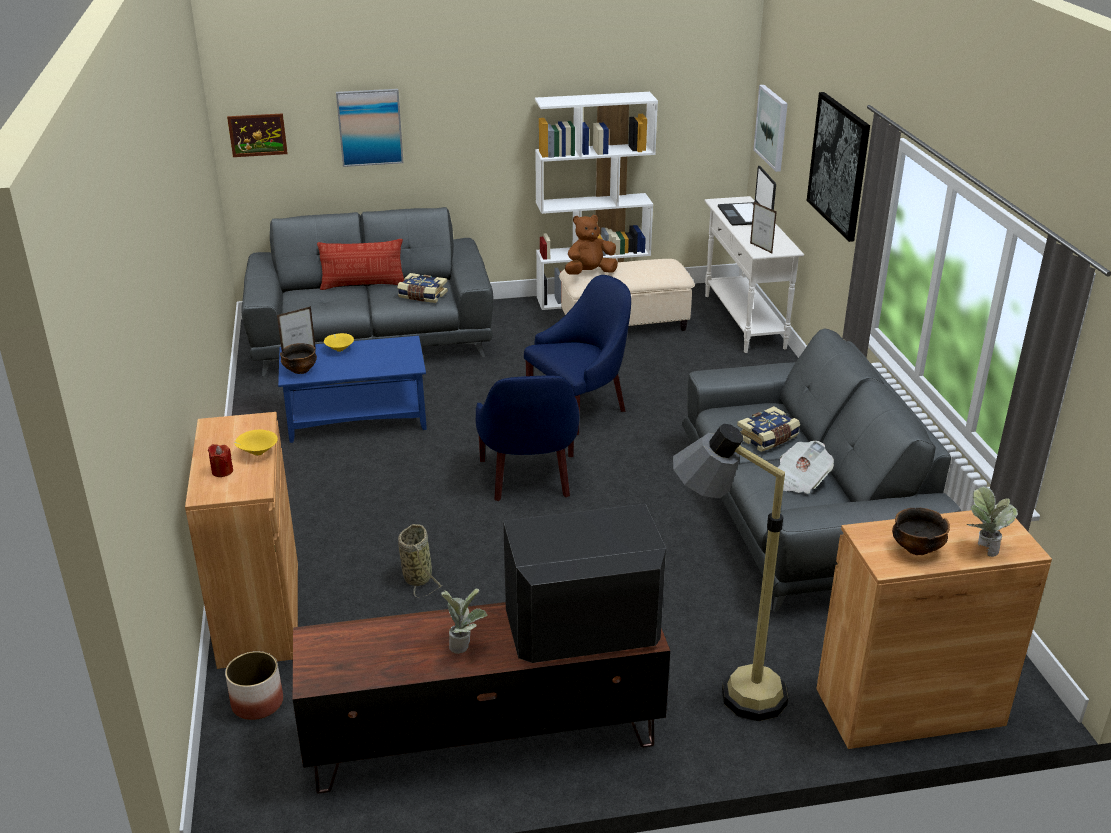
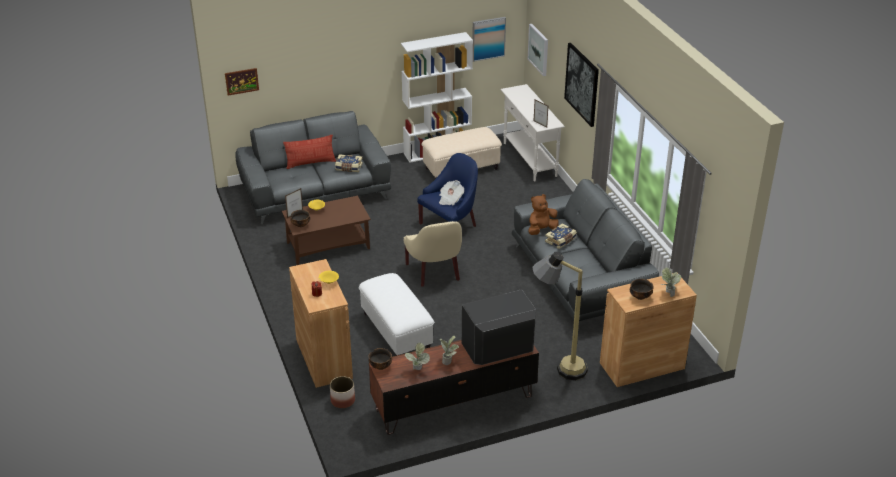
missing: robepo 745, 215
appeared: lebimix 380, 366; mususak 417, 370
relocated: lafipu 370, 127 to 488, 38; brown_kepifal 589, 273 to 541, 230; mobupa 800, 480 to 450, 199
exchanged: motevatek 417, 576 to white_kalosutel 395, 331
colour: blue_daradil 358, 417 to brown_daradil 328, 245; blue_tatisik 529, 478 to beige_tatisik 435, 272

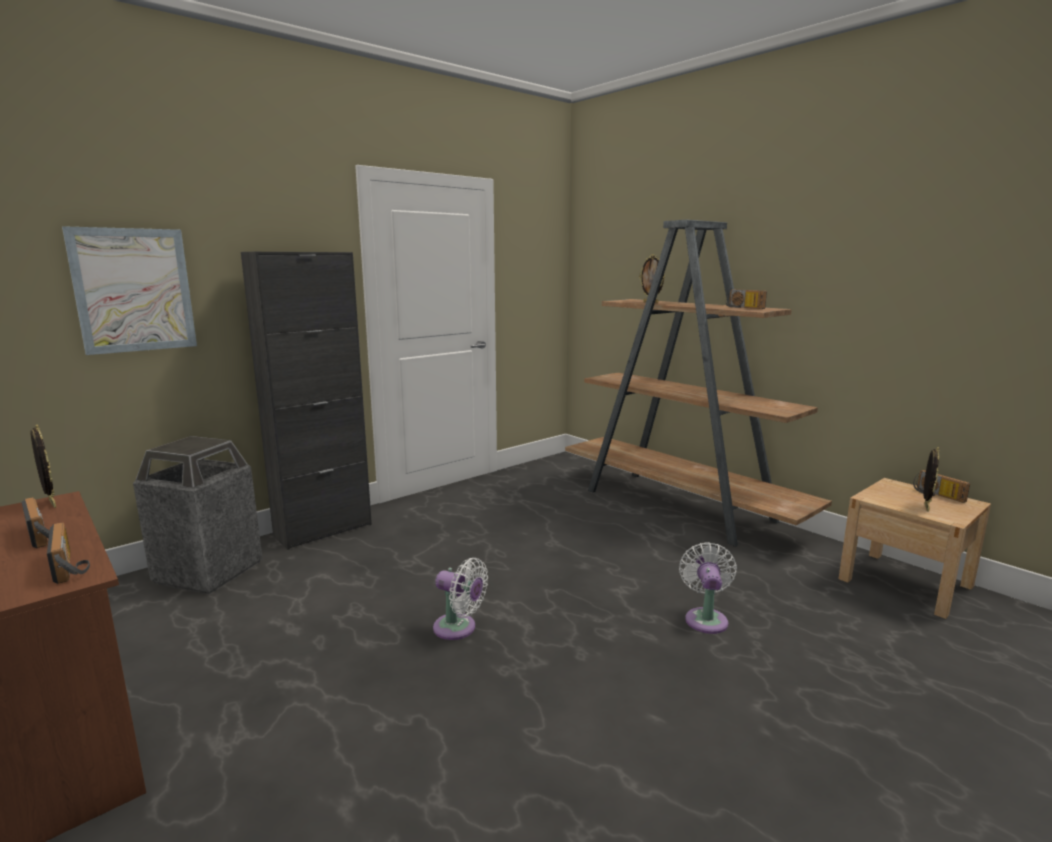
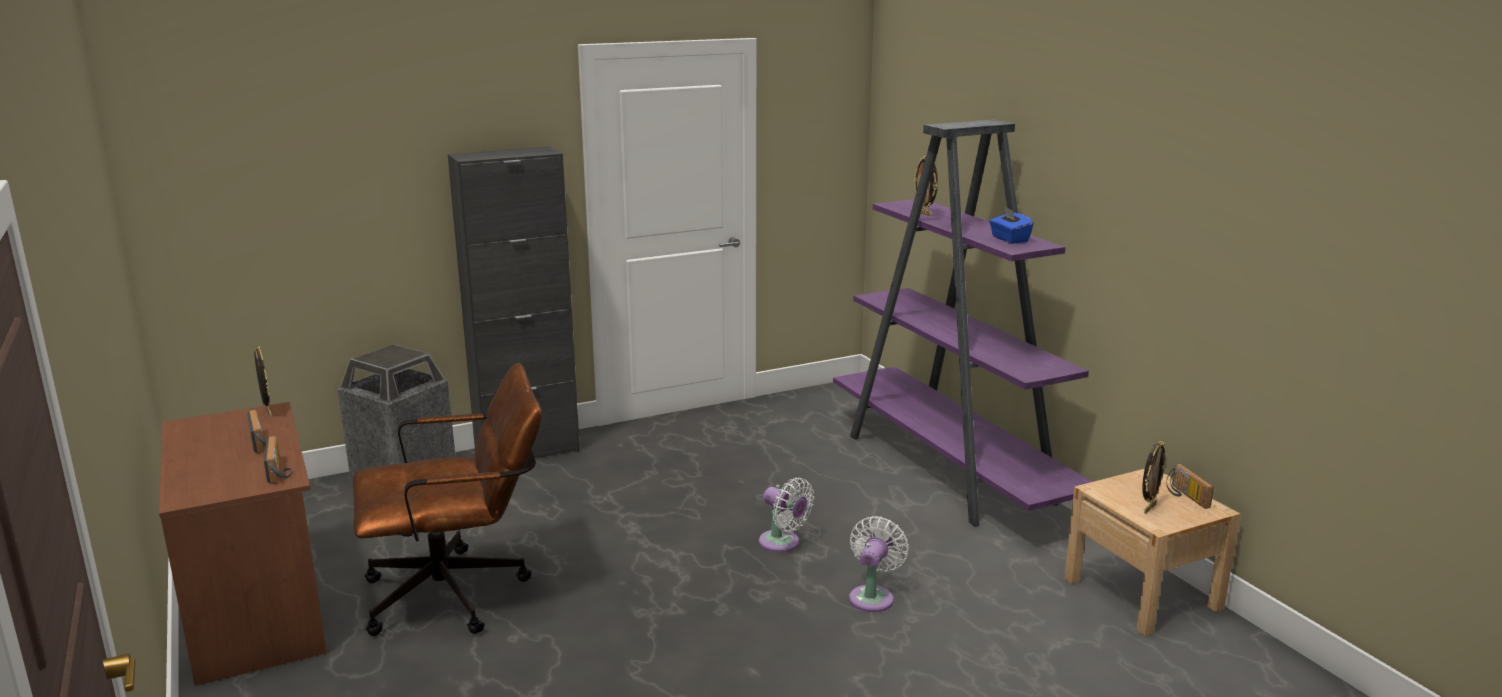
missing: lafipu 134, 290
appeared: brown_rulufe 460, 593
relocated: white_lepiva 458, 628 to 782, 543
exchanged: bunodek 743, 307 to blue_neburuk 1009, 239
colour: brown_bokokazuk 680, 506 to purple_bokokazuk 950, 470

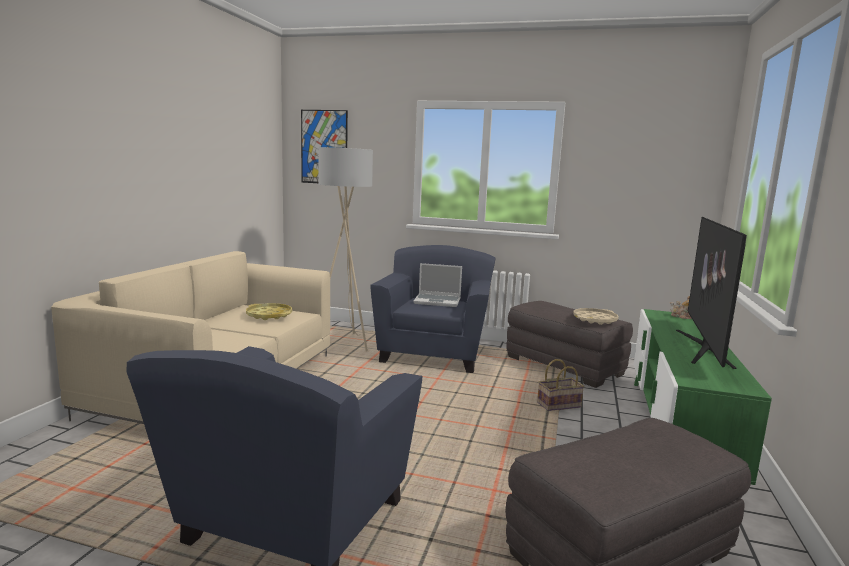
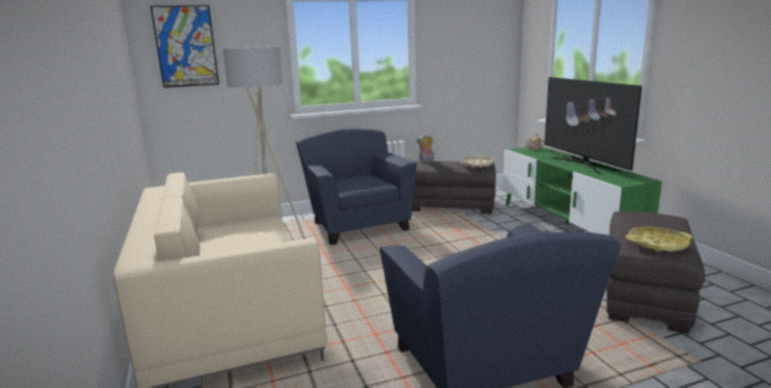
missing: robepo 438, 301; motevatek 559, 404
appeared: kepifal 426, 162
relocated: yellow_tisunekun 269, 315 to 657, 244

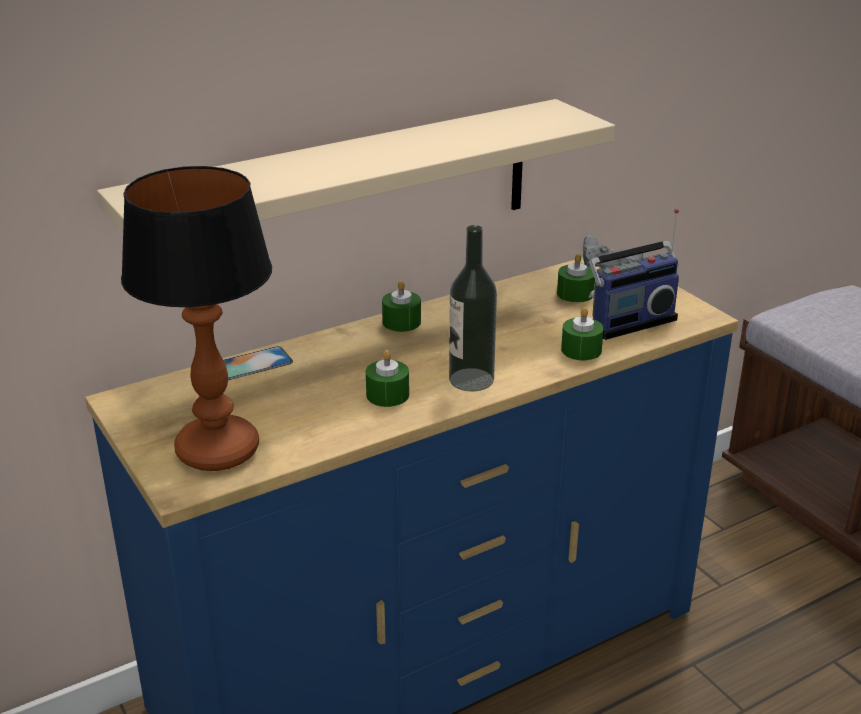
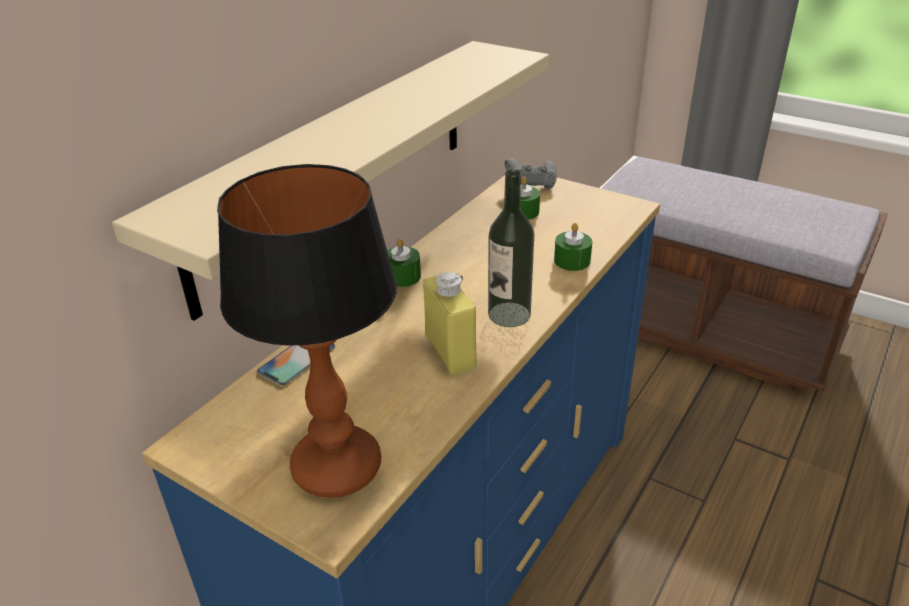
missing: bunodek 629, 322
exchanged: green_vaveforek 387, 395 to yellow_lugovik 450, 352

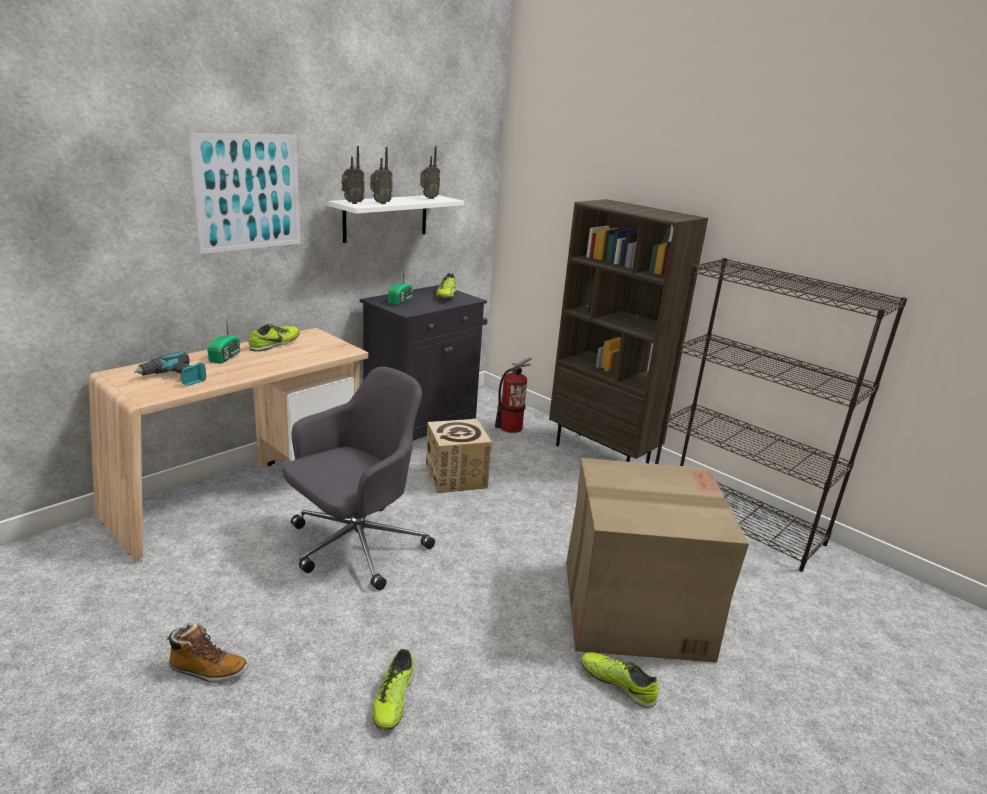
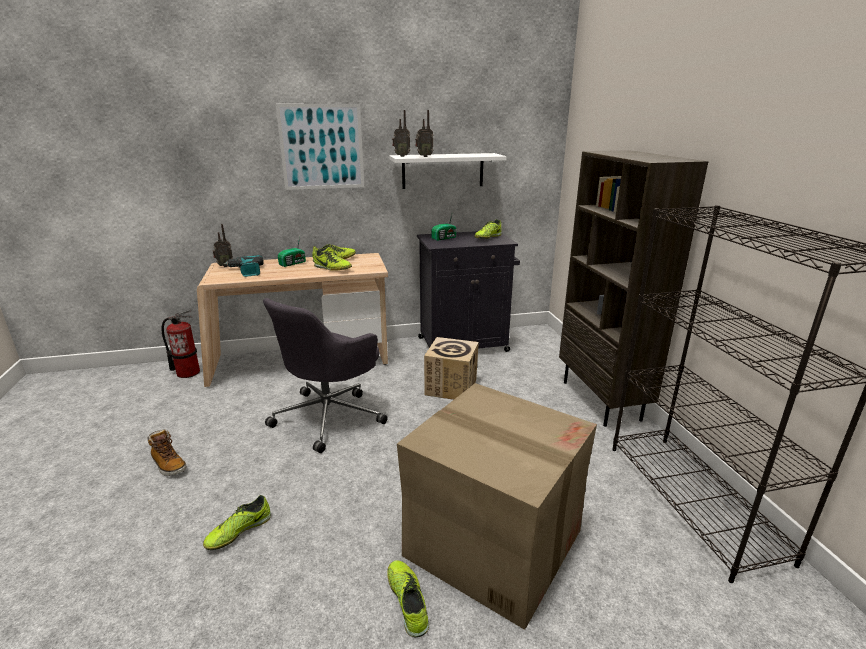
appeared: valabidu 332, 269
relocated: bunodek 428, 198 to 225, 266; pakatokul 510, 427 to 188, 372
spun: grey_rulufe 355, 546 = 329, 416 135 degrees clockwise

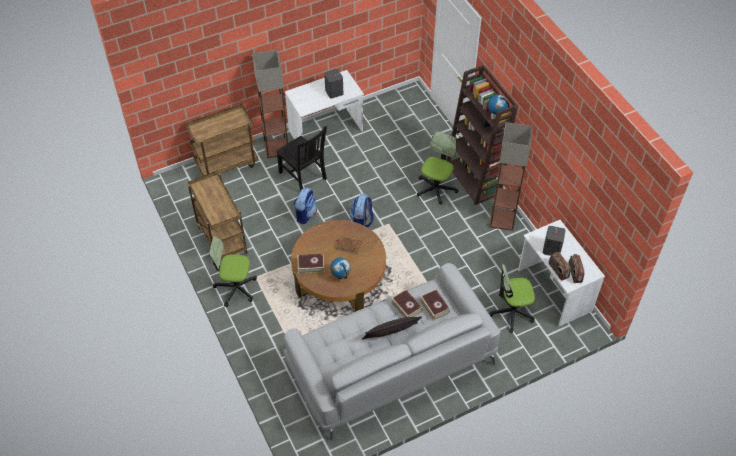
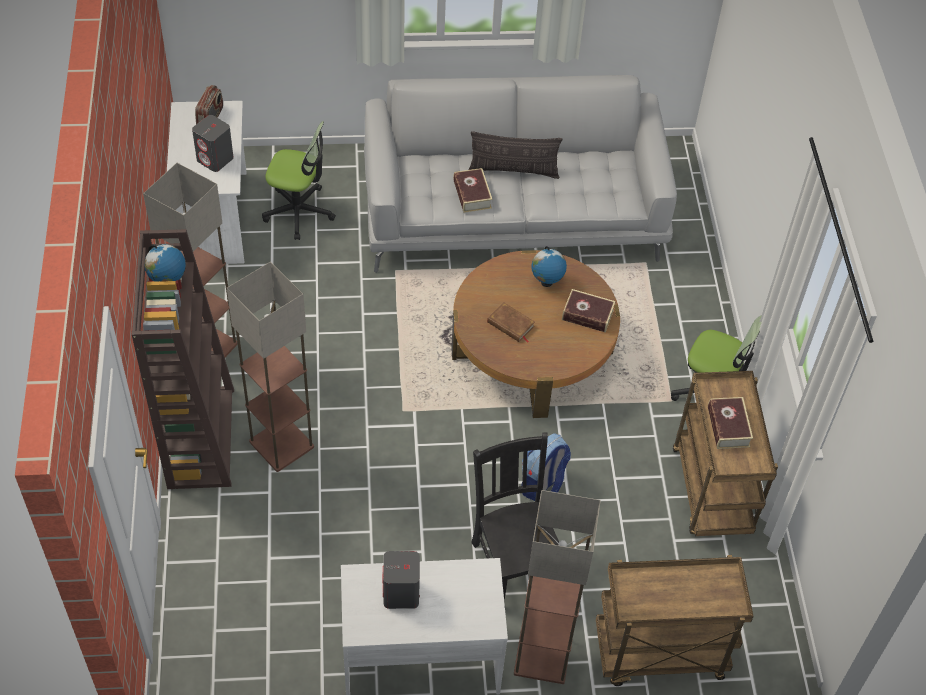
missing: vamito 362, 222; bunodek 558, 271
relocated: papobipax 434, 306 to 728, 427
exchanged: rulufe 436, 189 to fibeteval 280, 444

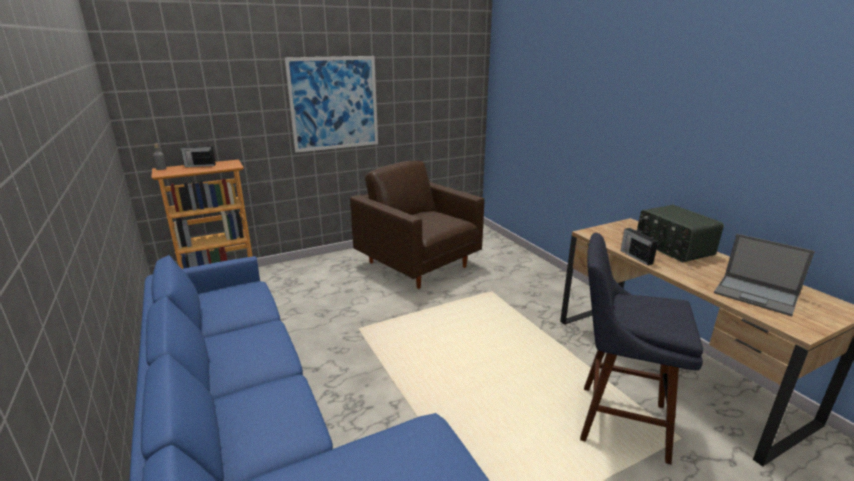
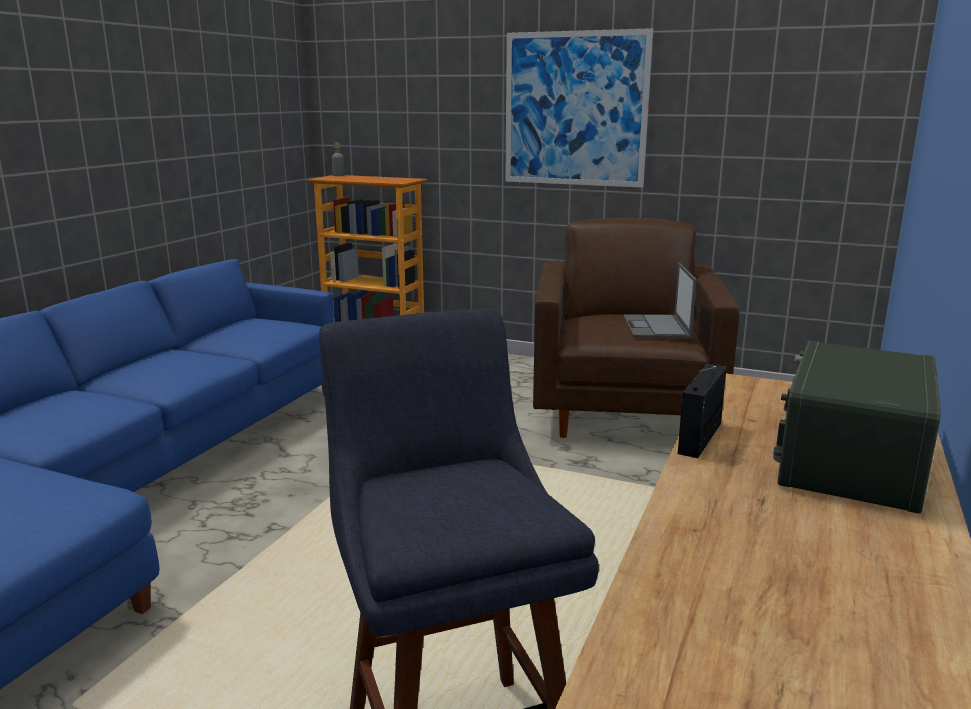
missing: bunodek 199, 165
relocated: robepo 756, 295 to 656, 327

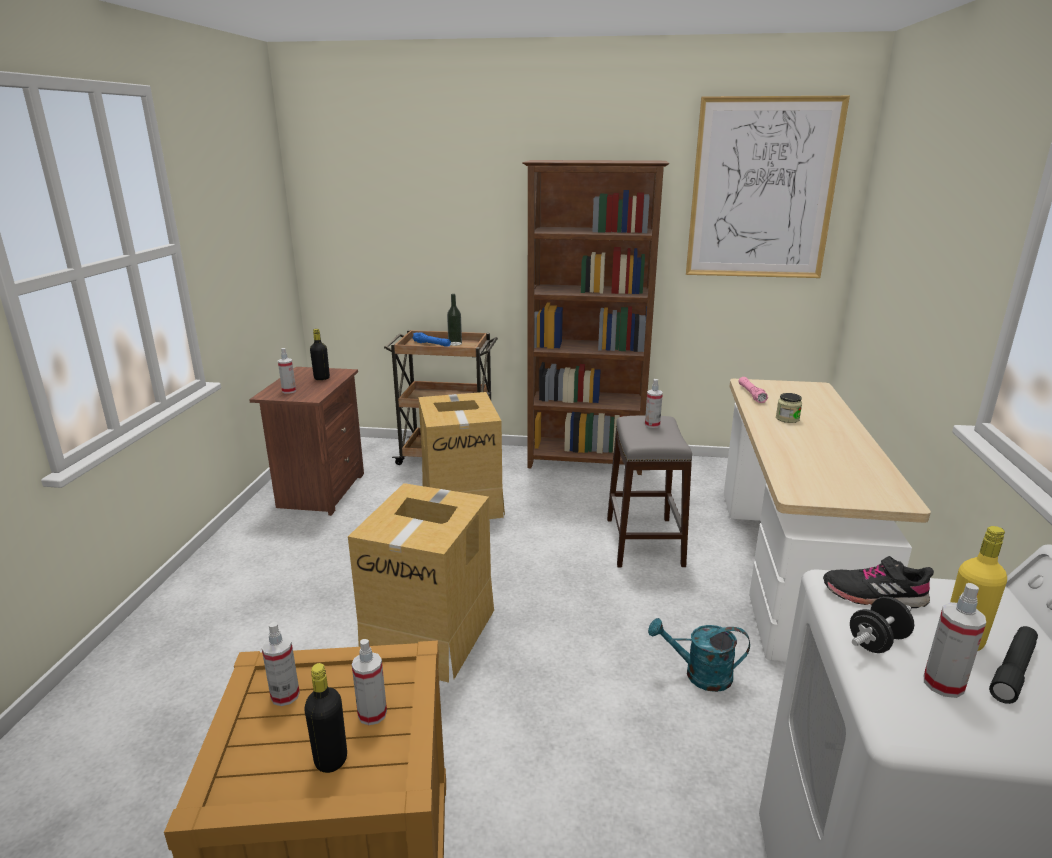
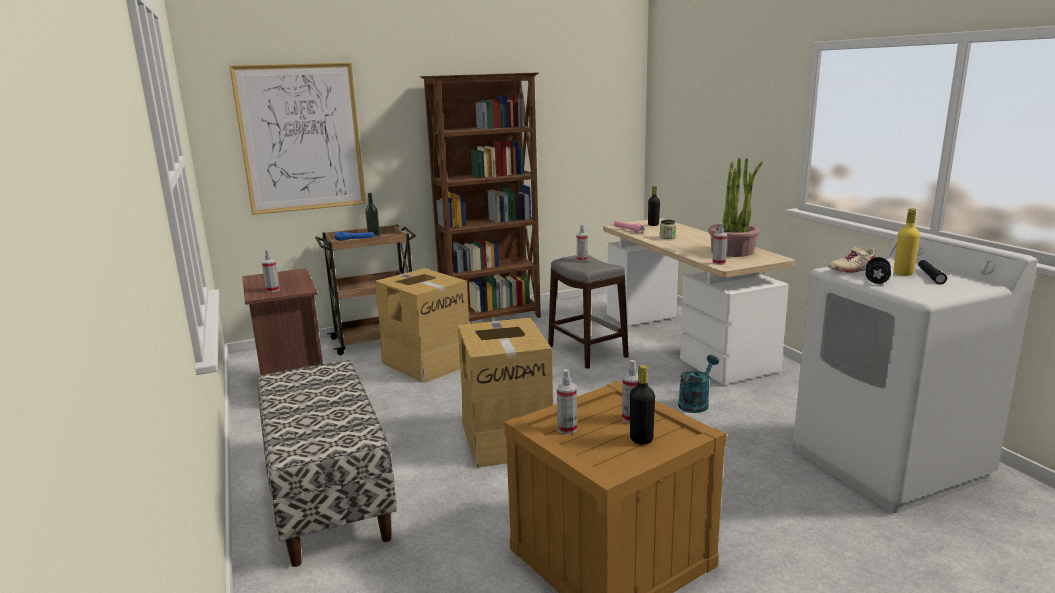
appeared: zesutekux 327, 494; mususak 732, 251
relocated: black_lugovik 322, 378 to 653, 225; lafipu 762, 190 to 301, 138; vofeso 943, 684 to 719, 263
colour: black_valabidu 874, 595 to beige_valabidu 851, 269
spun: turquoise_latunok 699, 675 = 696, 403 150 degrees clockwise

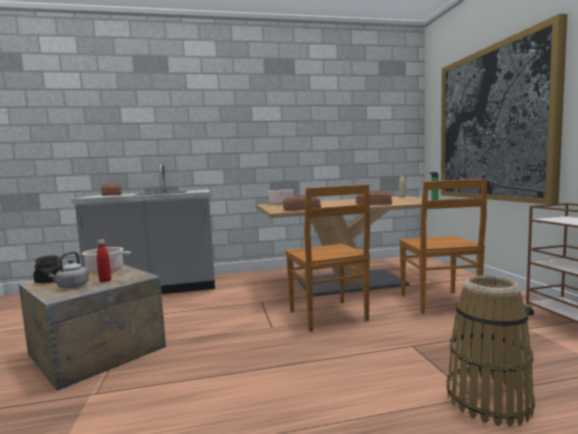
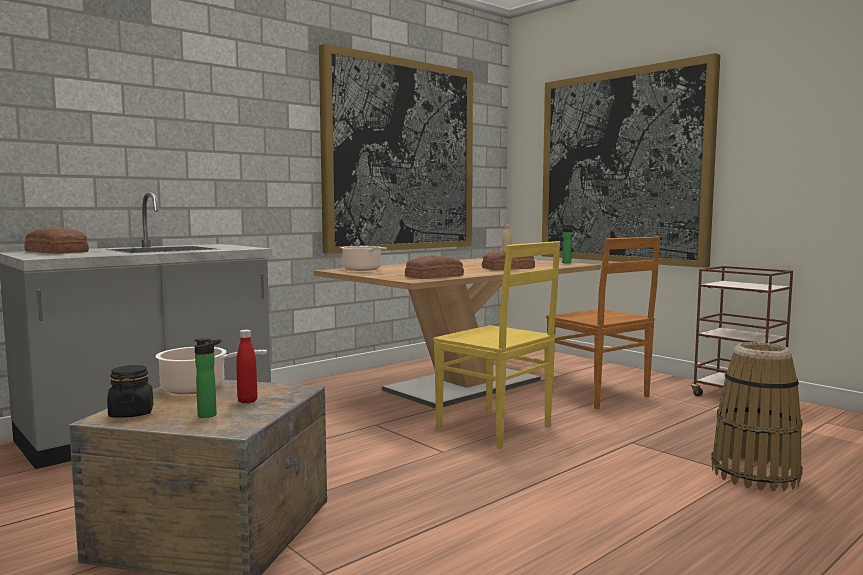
appeared: lafipu 400, 156
exchanged: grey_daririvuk 72, 287 to lugovik 210, 415
colour: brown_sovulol 328, 316 to yellow_sovulol 496, 428

